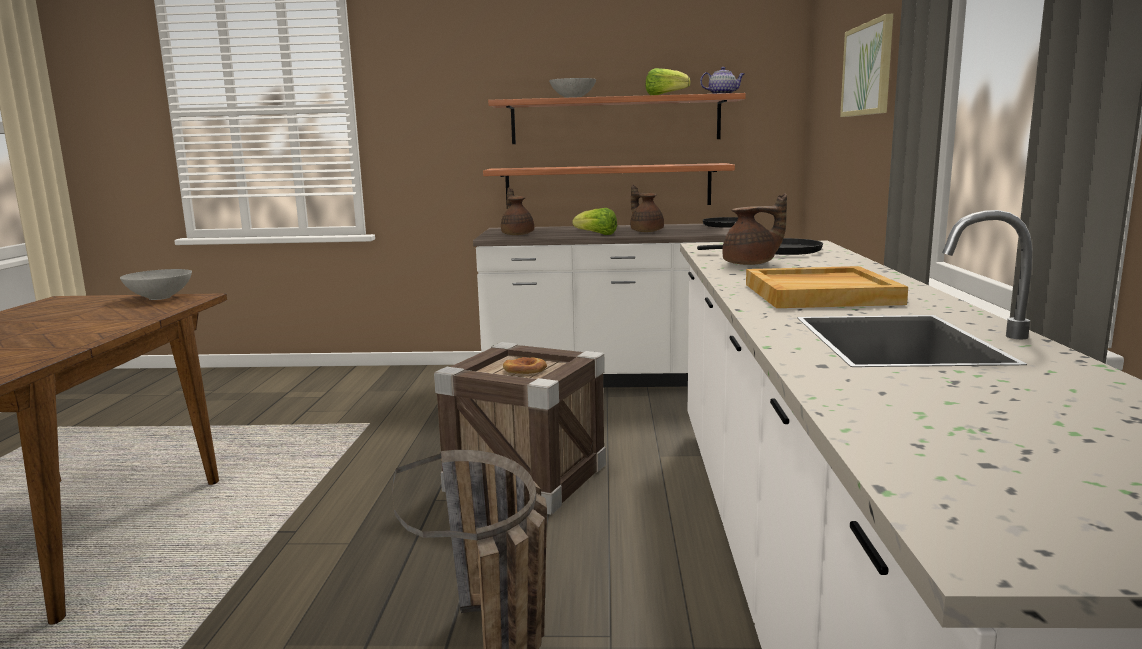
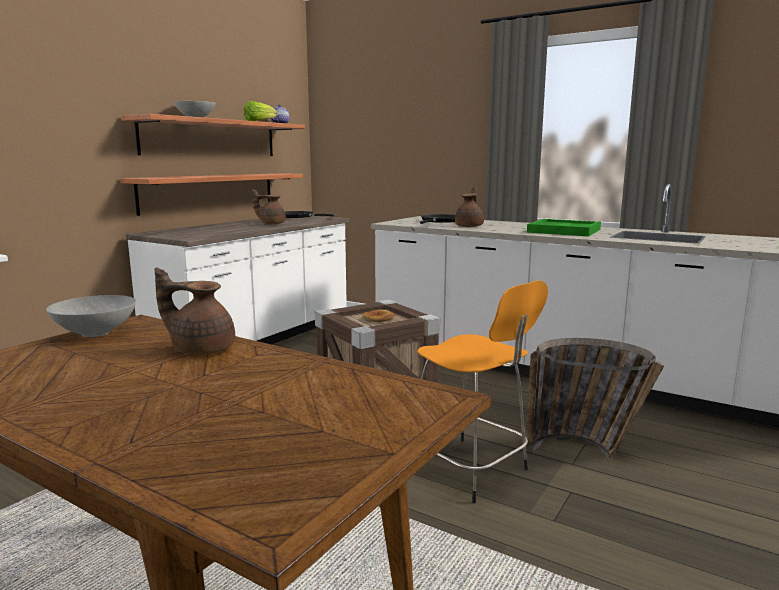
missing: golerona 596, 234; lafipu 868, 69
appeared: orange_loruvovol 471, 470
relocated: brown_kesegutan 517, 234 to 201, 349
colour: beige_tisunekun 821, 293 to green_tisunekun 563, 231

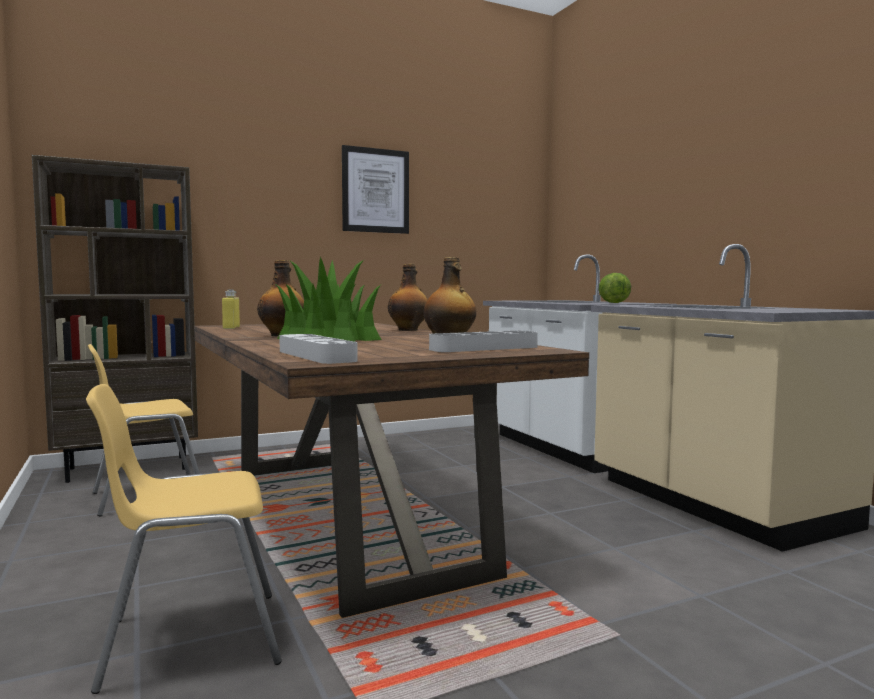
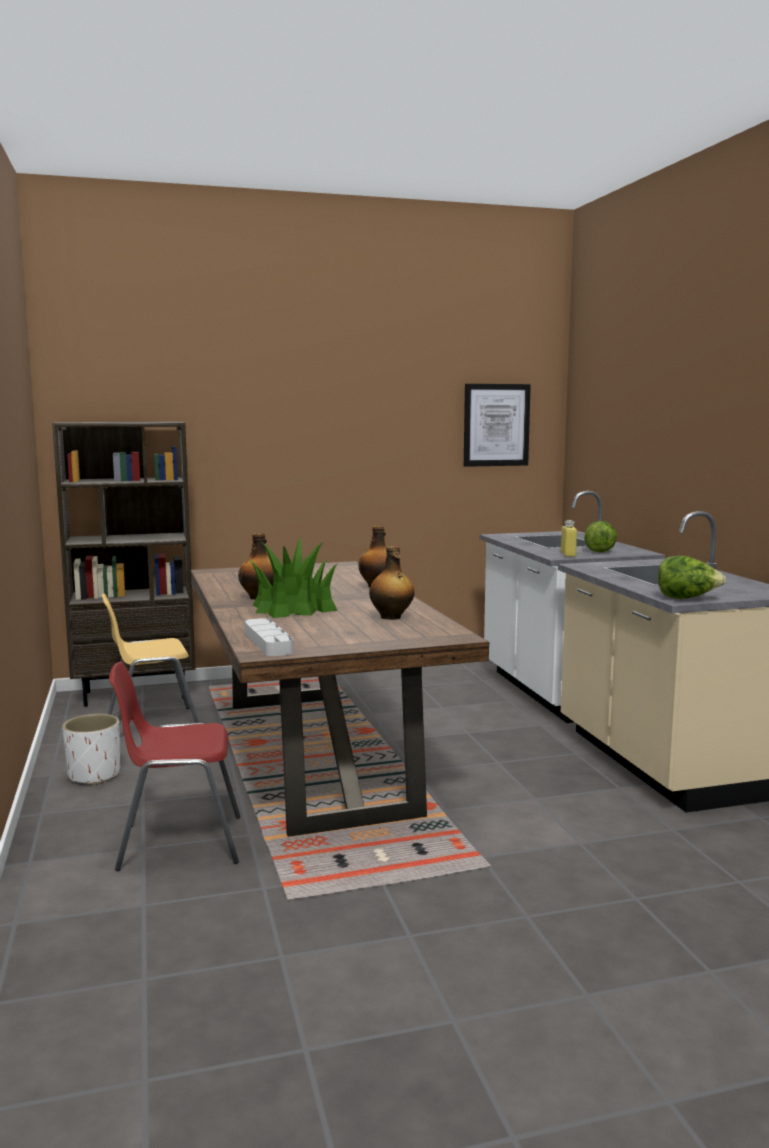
missing: grey_tisunekun 484, 348
appeared: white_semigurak 94, 775; golerona 687, 598
relocated: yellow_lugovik 231, 328 to 568, 554; lafipu 375, 190 to 496, 425
colour: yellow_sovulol 191, 640 to red_sovulol 179, 843

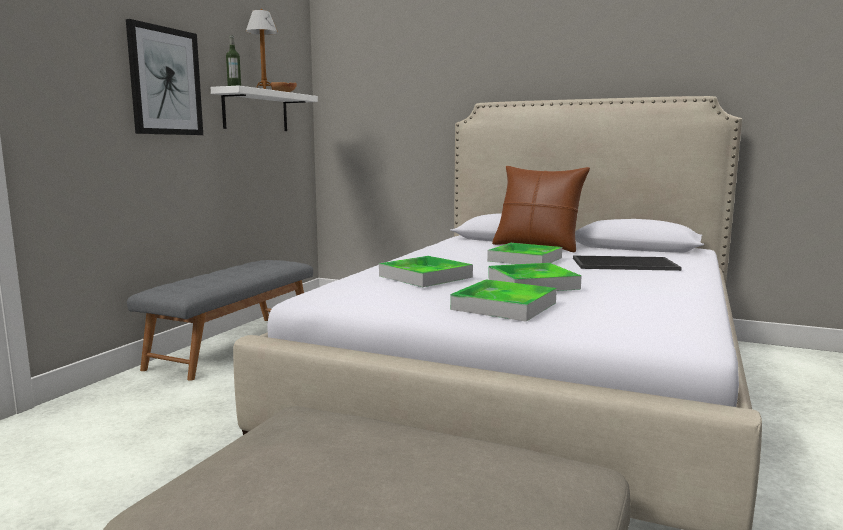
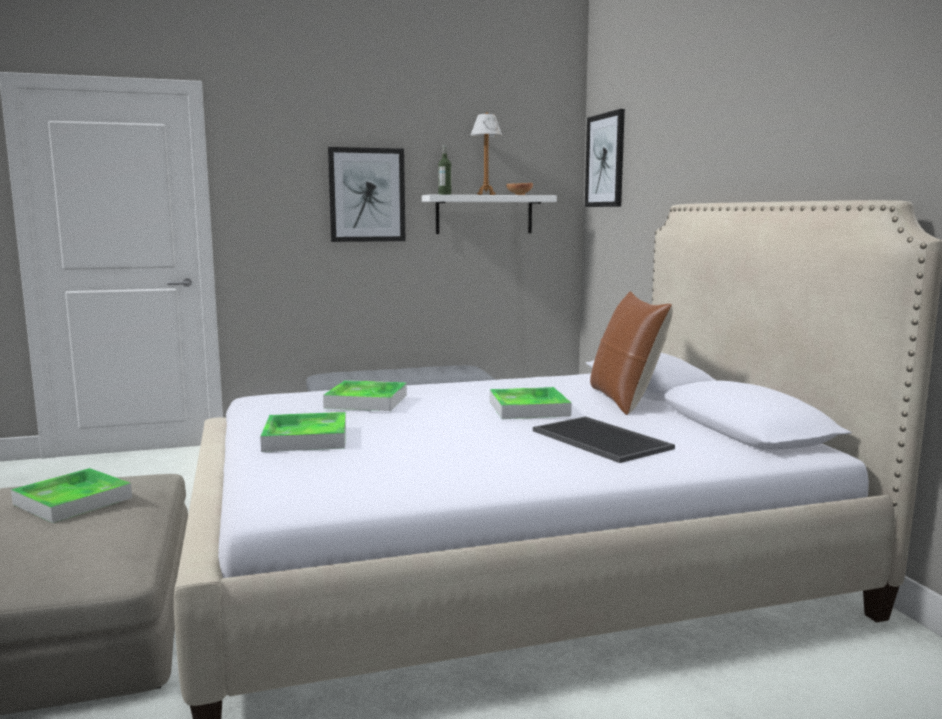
appeared: lafipu 605, 160
relocated: tisunekun 532, 283 to 73, 501

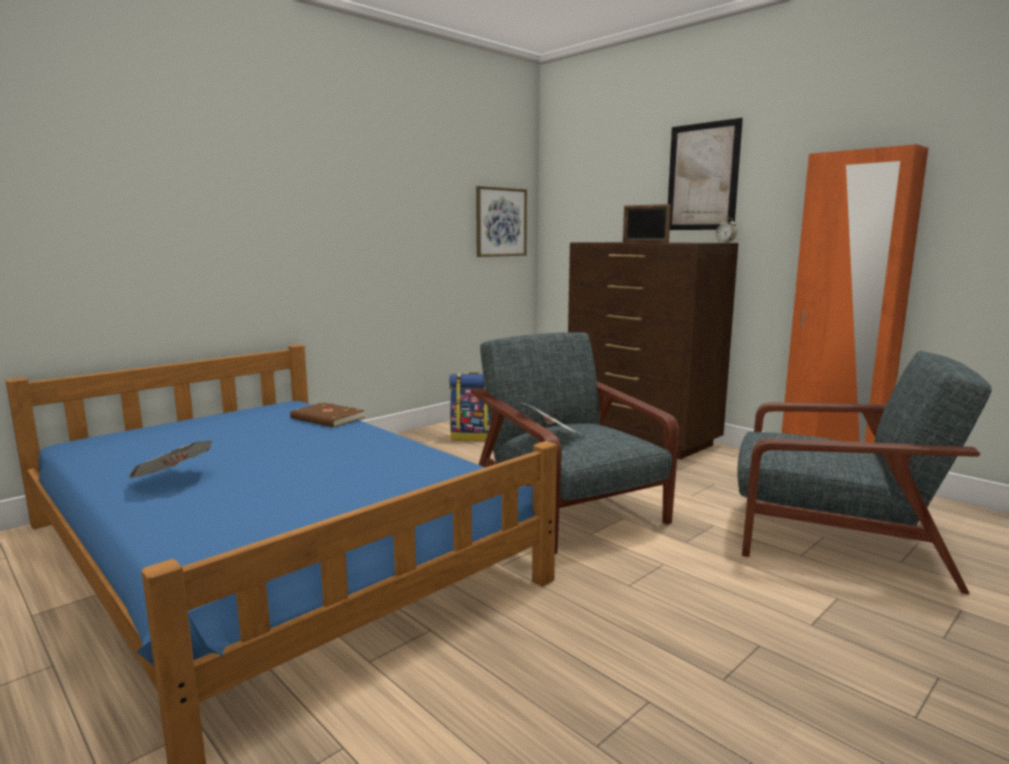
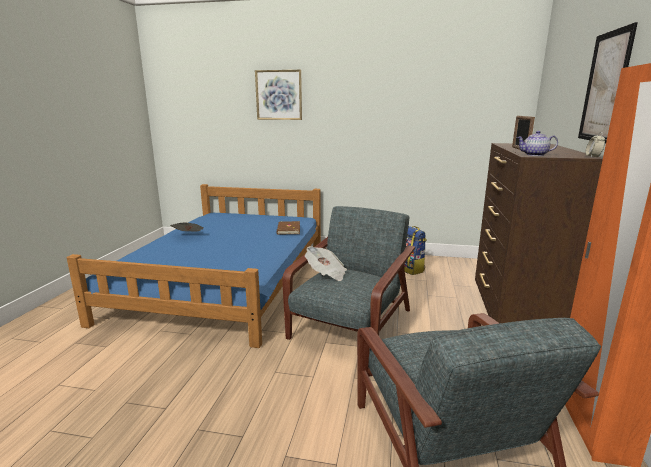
appeared: kesegutan 534, 155
relocated: lafipu 501, 222 to 279, 95

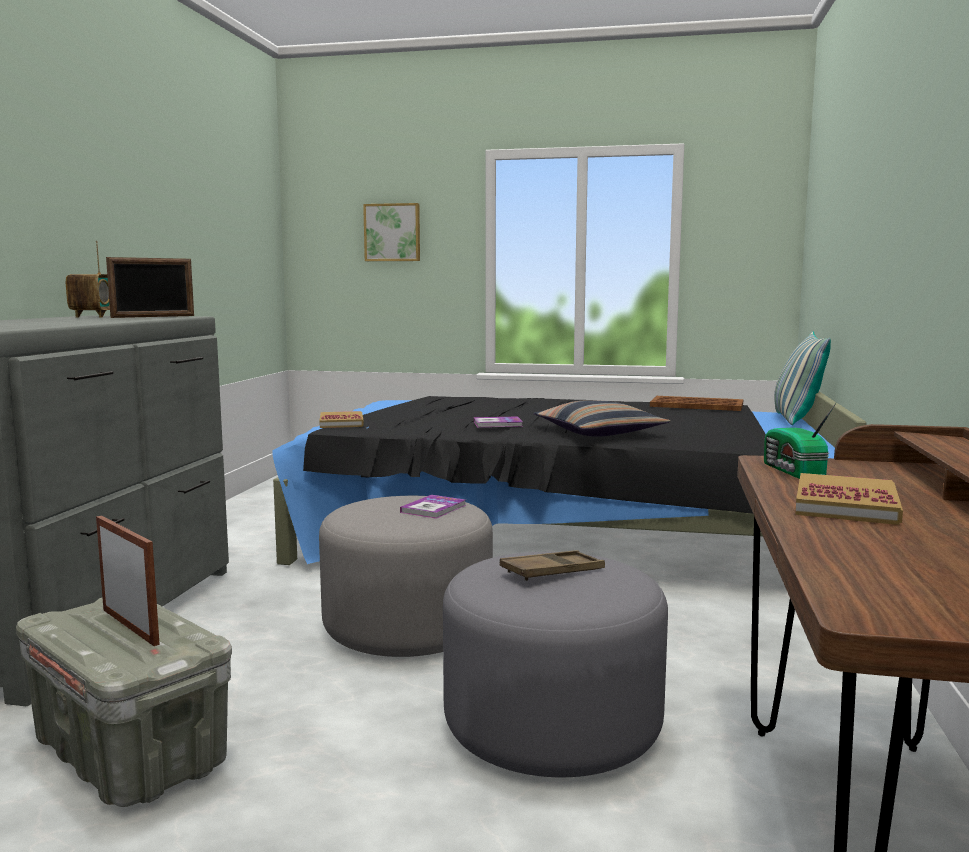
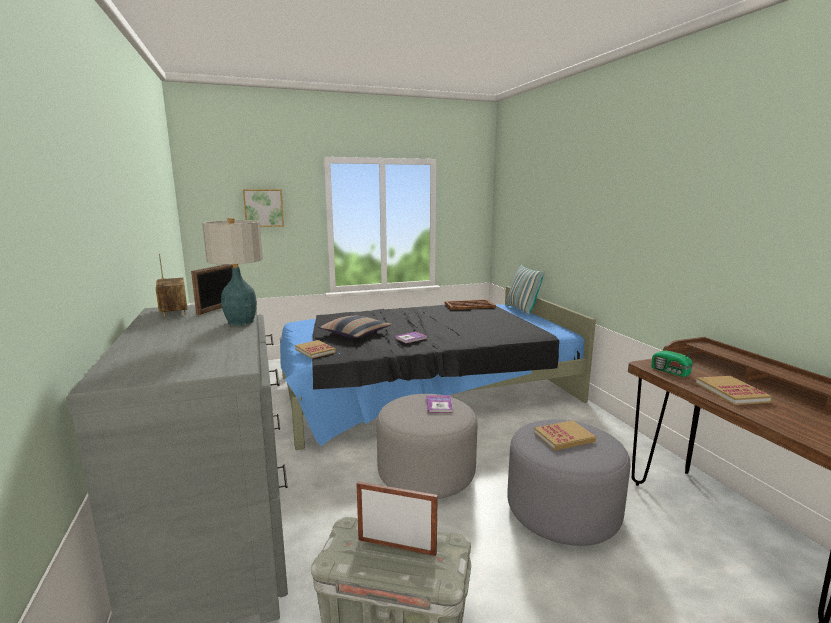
appeared: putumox 240, 322
relocated: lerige 599, 433 to 355, 333
exchanged: brown_tisunekun 552, 572 to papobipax 564, 437

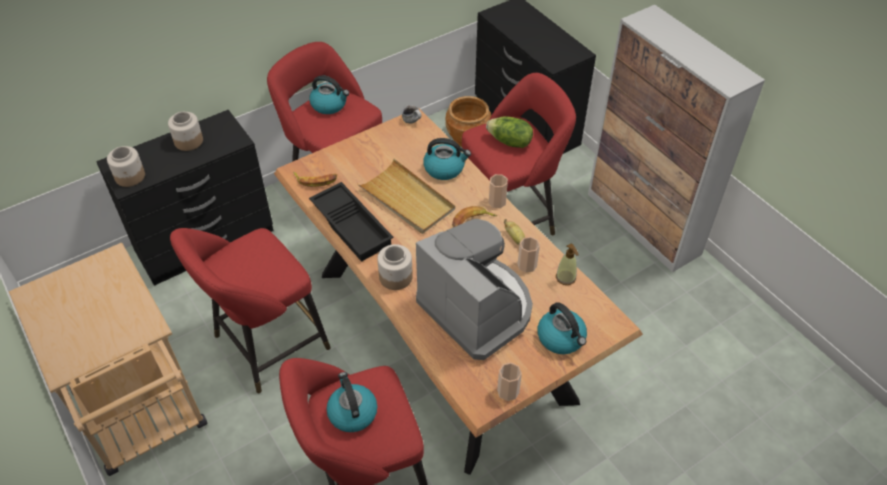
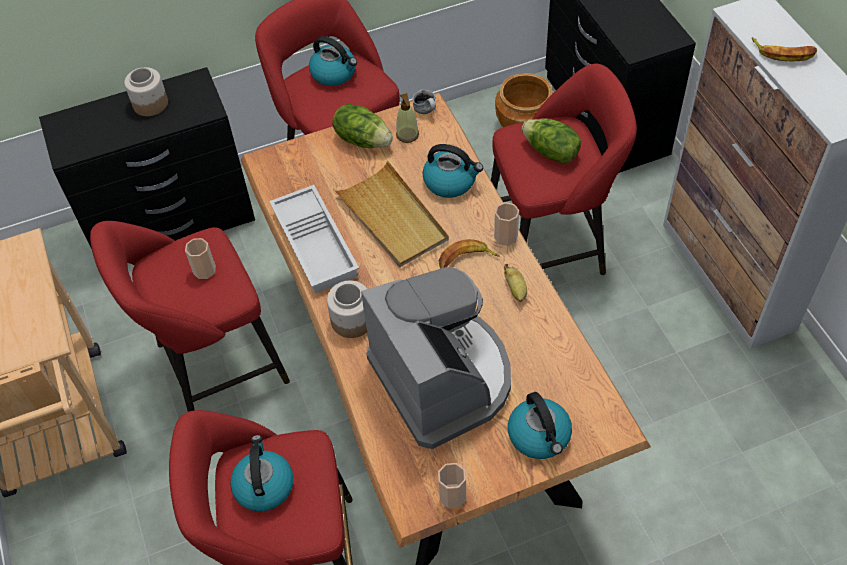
missing: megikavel 130, 176
appeared: golerona 363, 139
relocated: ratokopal 315, 180 to 783, 53; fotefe 527, 265 to 204, 270; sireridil 566, 277 to 407, 135
colour: black_tisunekun 353, 225 to white_tisunekun 317, 244

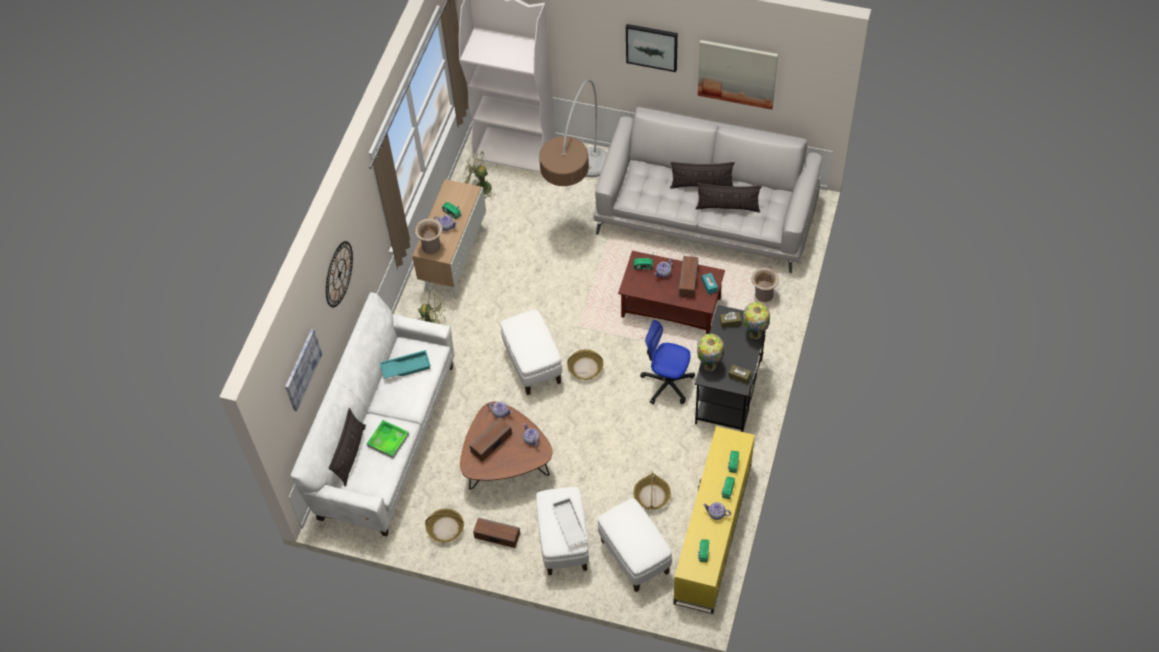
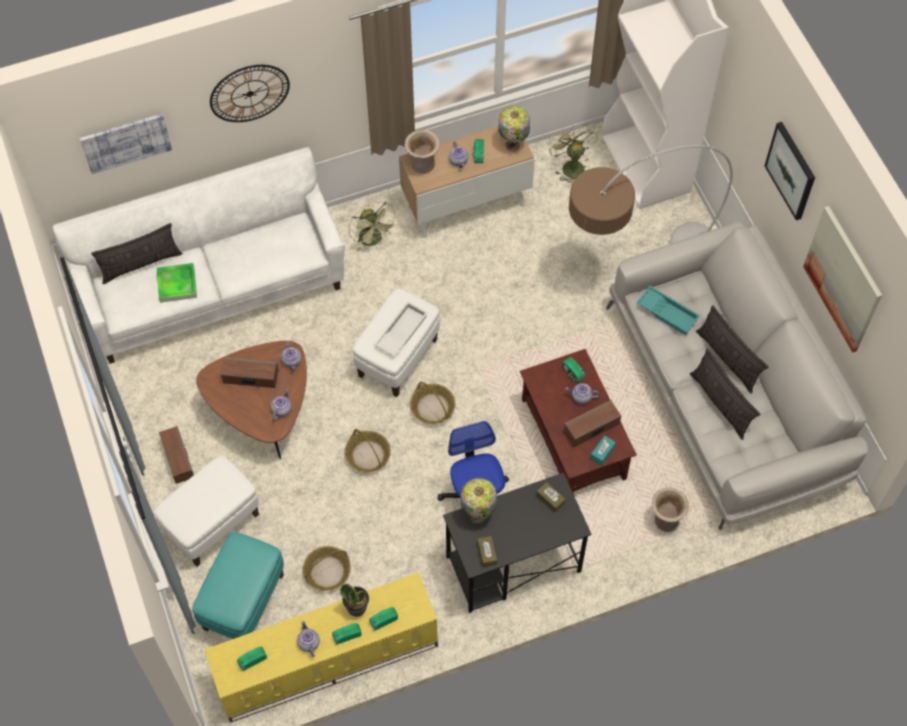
appeared: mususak 357, 607
relocated: turquoise_tisunekun 406, 366 to 668, 312; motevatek 445, 529 to 367, 455; white_tisunekun 568, 524 to 400, 331; putumox 755, 333 to 513, 145
colour: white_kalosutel 635, 557 to turquoise_kalosutel 243, 602

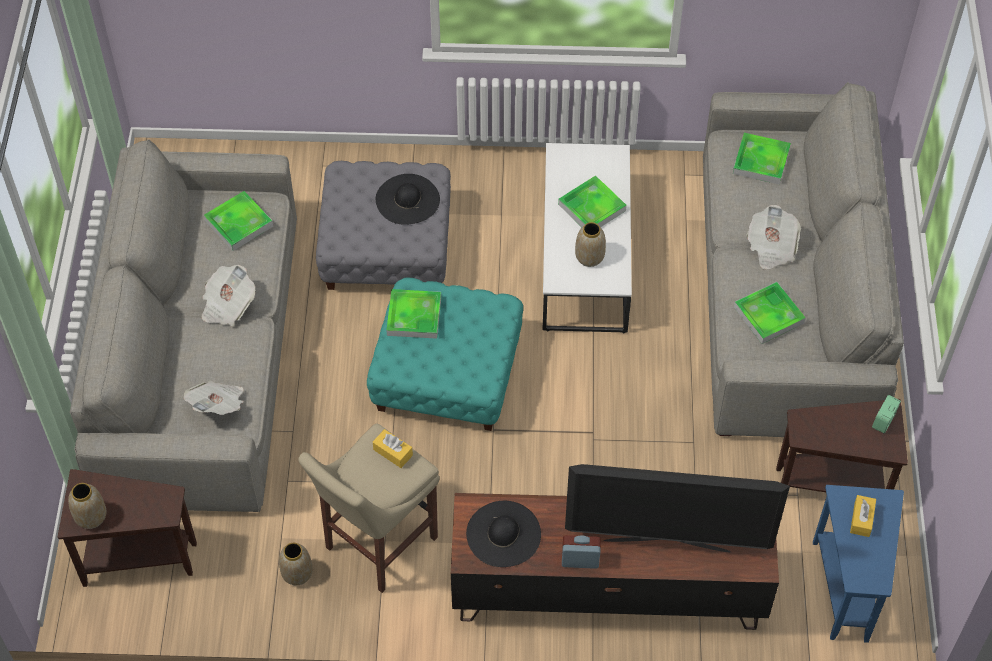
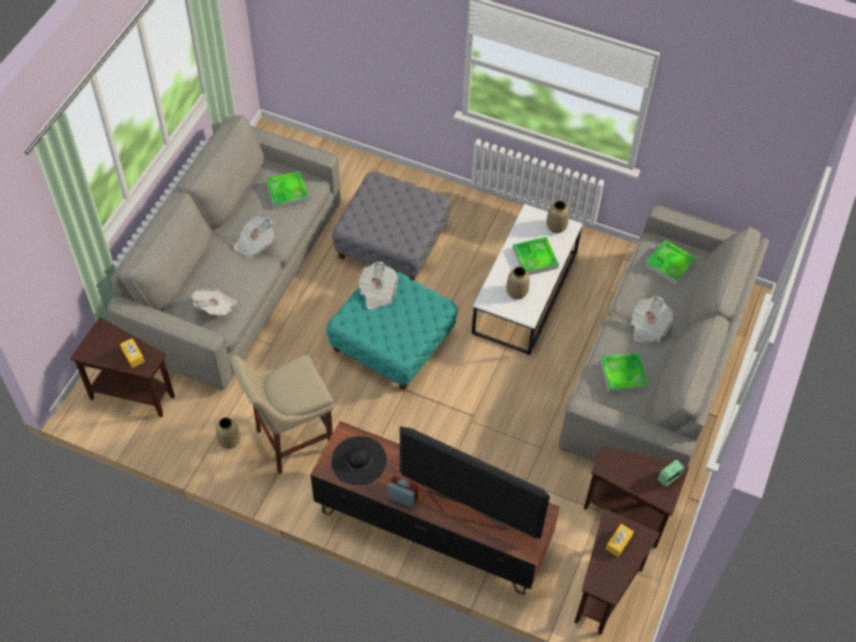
missing: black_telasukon 407, 199
relocated: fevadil 90, 516 to 556, 226; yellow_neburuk 393, 452 to 133, 356
exchanged: tisunekun 414, 316 to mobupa 377, 293
colour: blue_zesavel 847, 586 to brown_zesavel 605, 588

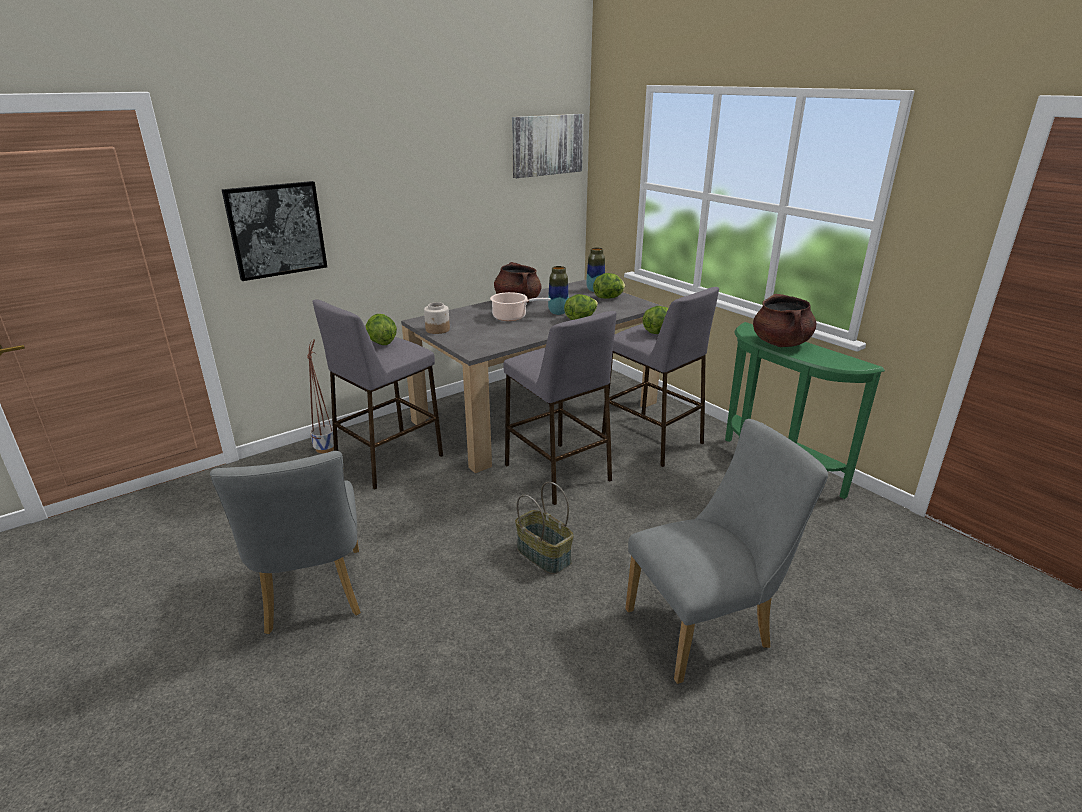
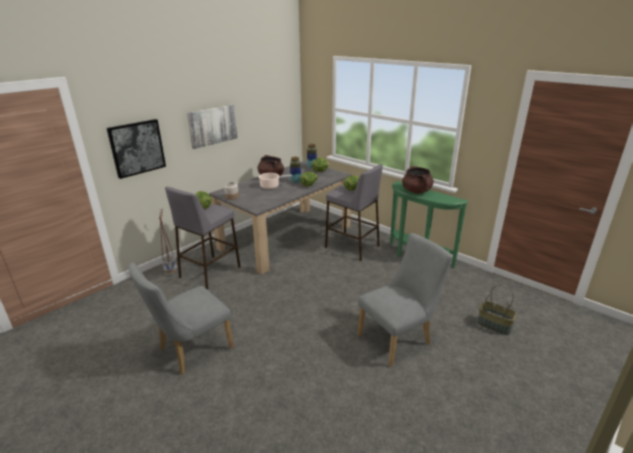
missing: grey_loruvovol 557, 473
relocated: lafipu 547, 145 to 212, 126; motevatek 544, 555 to 494, 325
spun: grey_sovulol 313, 596 = 191, 350 75 degrees clockwise

